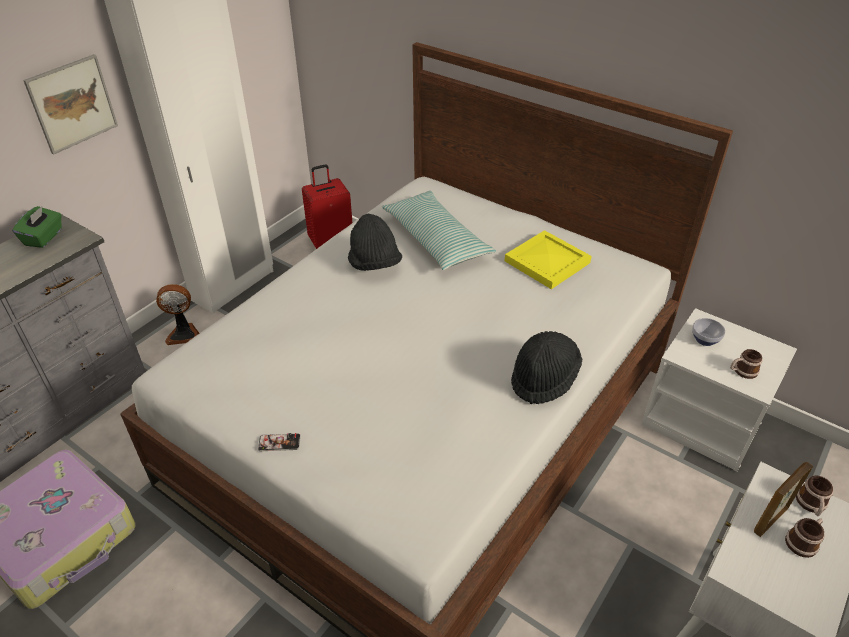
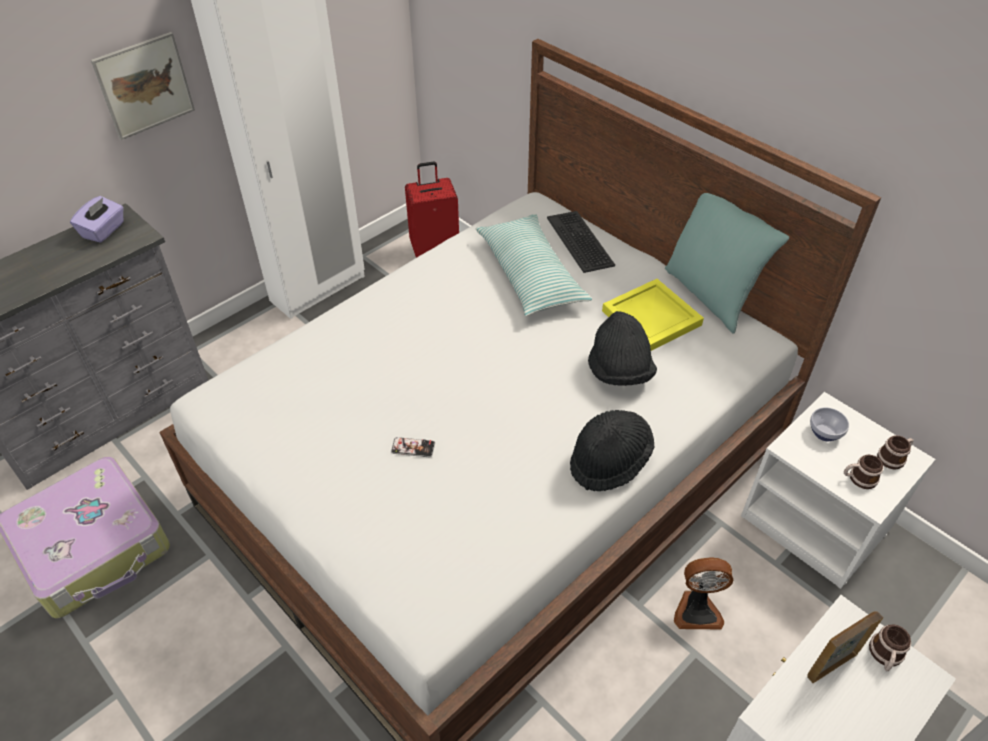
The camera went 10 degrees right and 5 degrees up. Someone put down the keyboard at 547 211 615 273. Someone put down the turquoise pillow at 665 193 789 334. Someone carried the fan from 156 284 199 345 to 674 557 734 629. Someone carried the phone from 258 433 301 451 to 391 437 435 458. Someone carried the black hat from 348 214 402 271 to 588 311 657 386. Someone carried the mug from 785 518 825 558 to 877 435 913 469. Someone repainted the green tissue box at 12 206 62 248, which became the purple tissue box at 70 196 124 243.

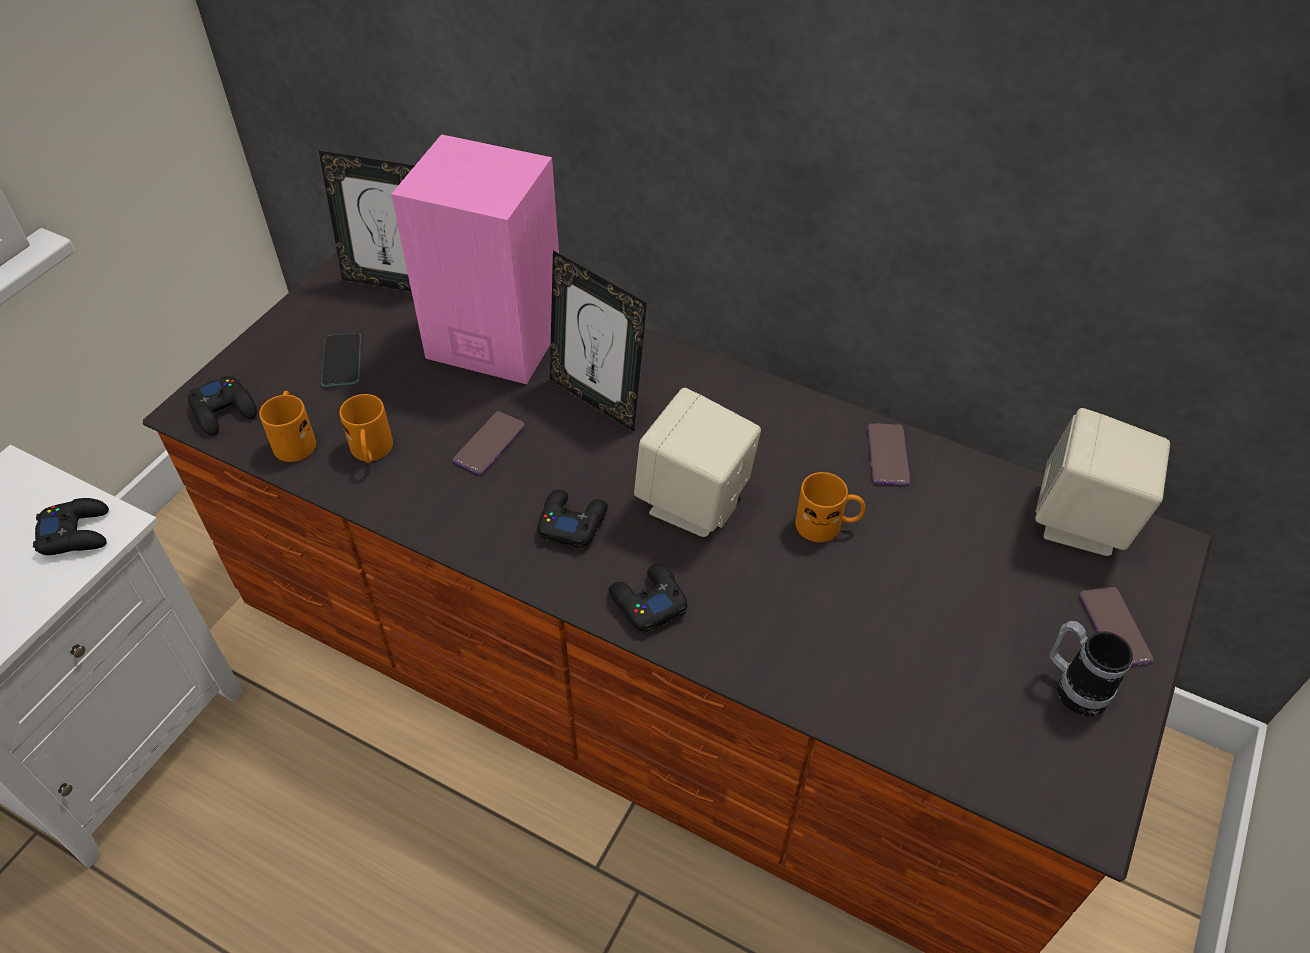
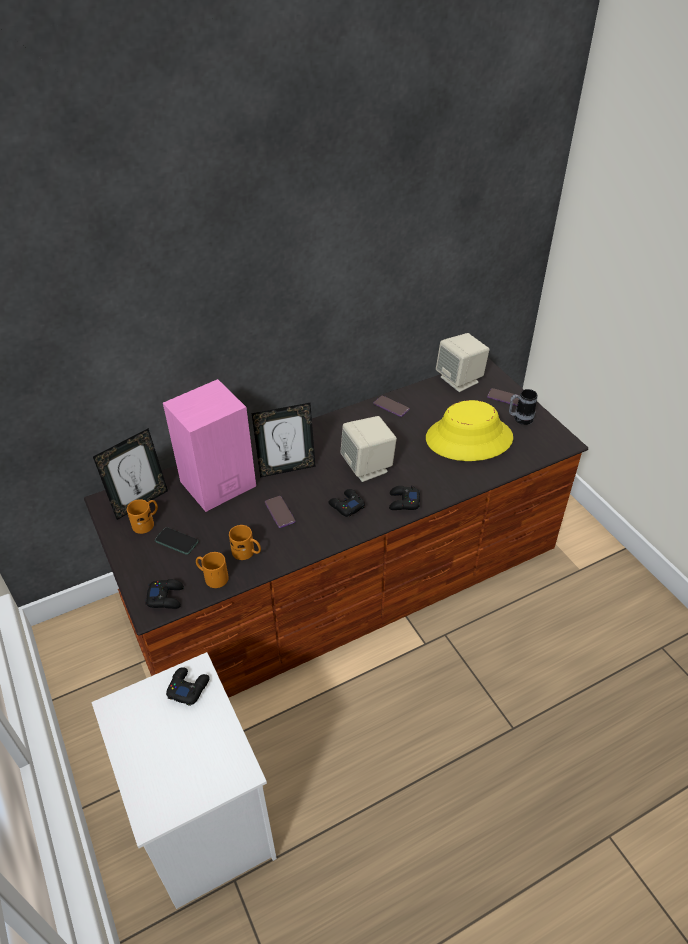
The camera went 55 degrees left and 5 degrees down. Someone put down the yellow hat at 426 400 513 461. Someone carried the orange mug from 795 472 866 542 to 127 499 158 534.

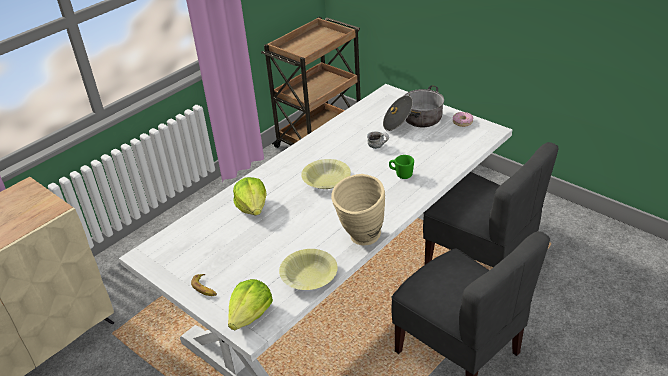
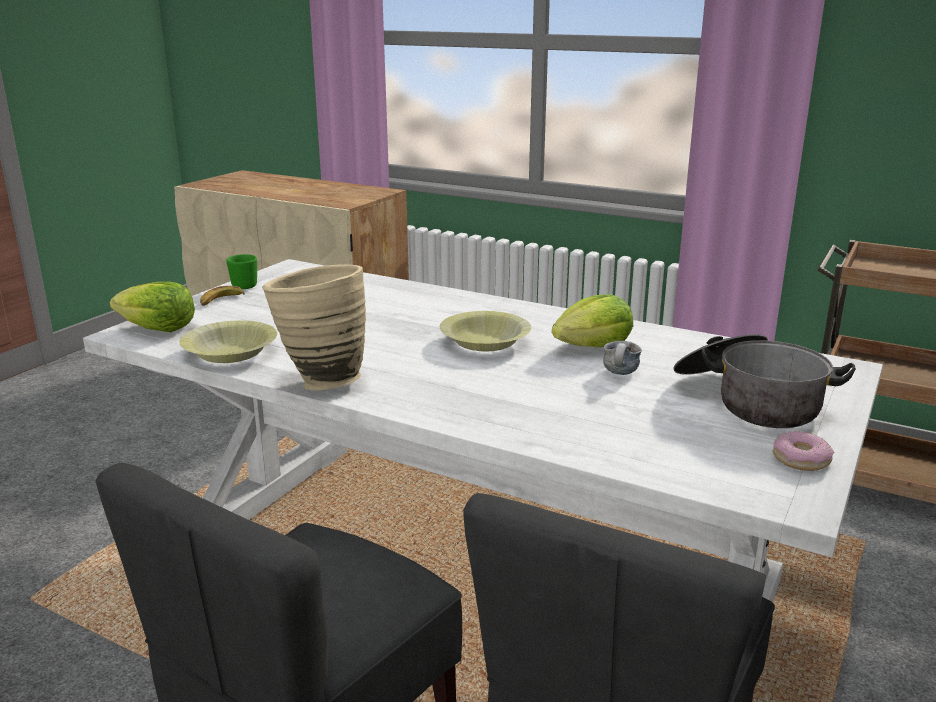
The camera went 75 degrees right and 15 degrees down. Someone carried the lettuce from 233 177 267 215 to 552 294 633 348. Someone carried the green mug from 389 155 414 179 to 226 254 257 289.

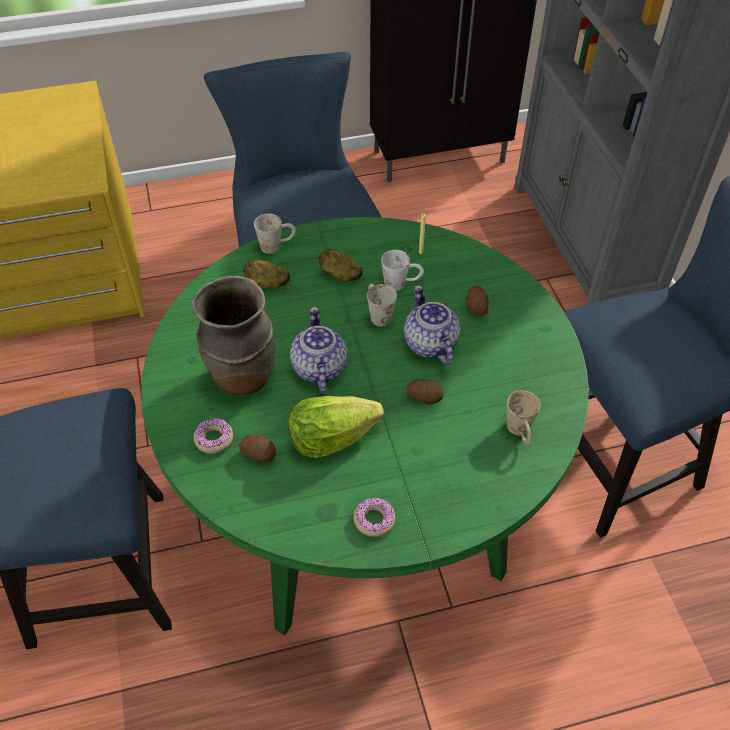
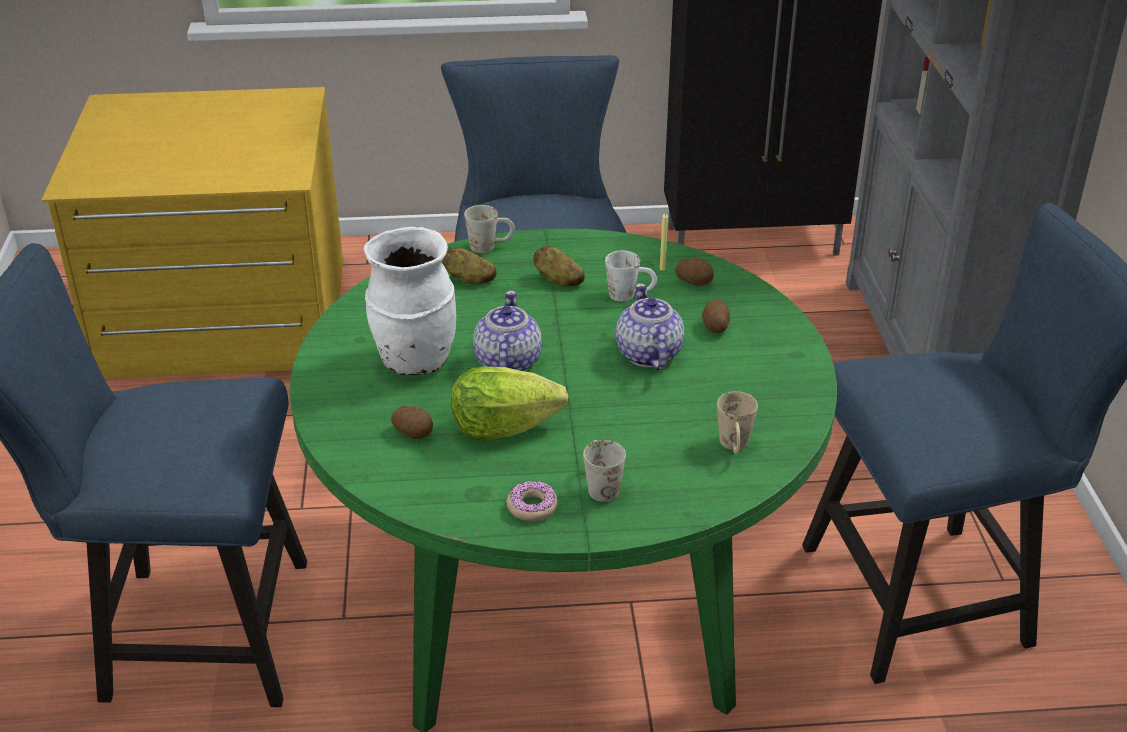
The camera went 10 degrees right and 15 degrees down. Someone took away the donut at 194 418 233 454. Someone carried the white mug from 367 284 397 327 to 583 440 626 502. Someone carried the potato from 407 379 443 405 to 675 258 714 286. Someone repainted the brown vase at 192 276 276 395, which became the white vase at 364 227 456 375.

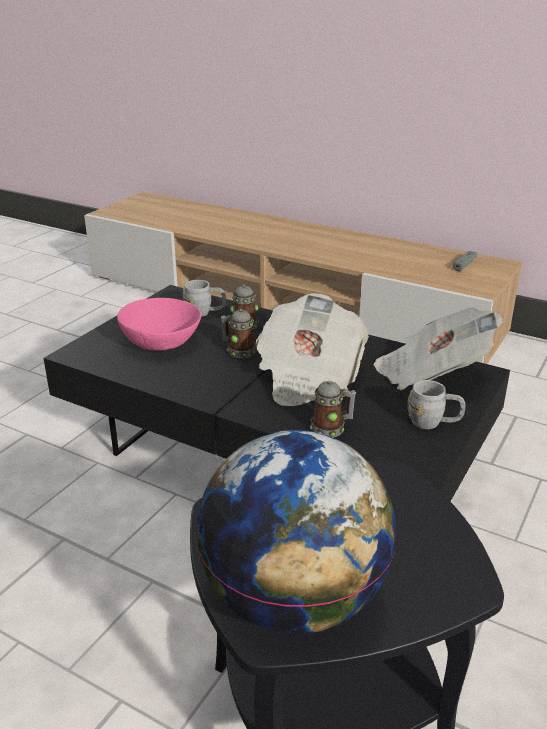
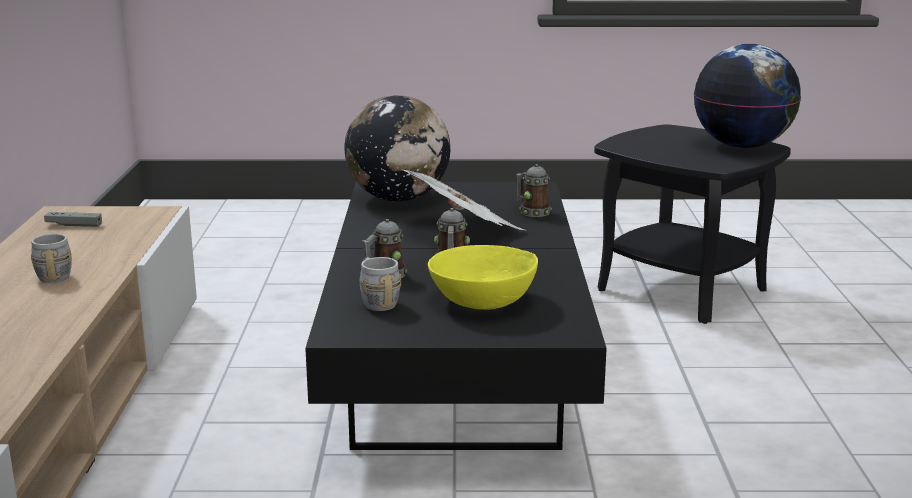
The camera went 120 degrees left and 10 degrees down. Someone carried the grey mug from 408 380 465 429 to 31 234 72 283. Someone swapped the newspaper at 374 307 503 390 for the globe at 345 95 450 201. Someone repainted the pink bowl at 117 298 201 351, which became the yellow bowl at 428 245 538 310.

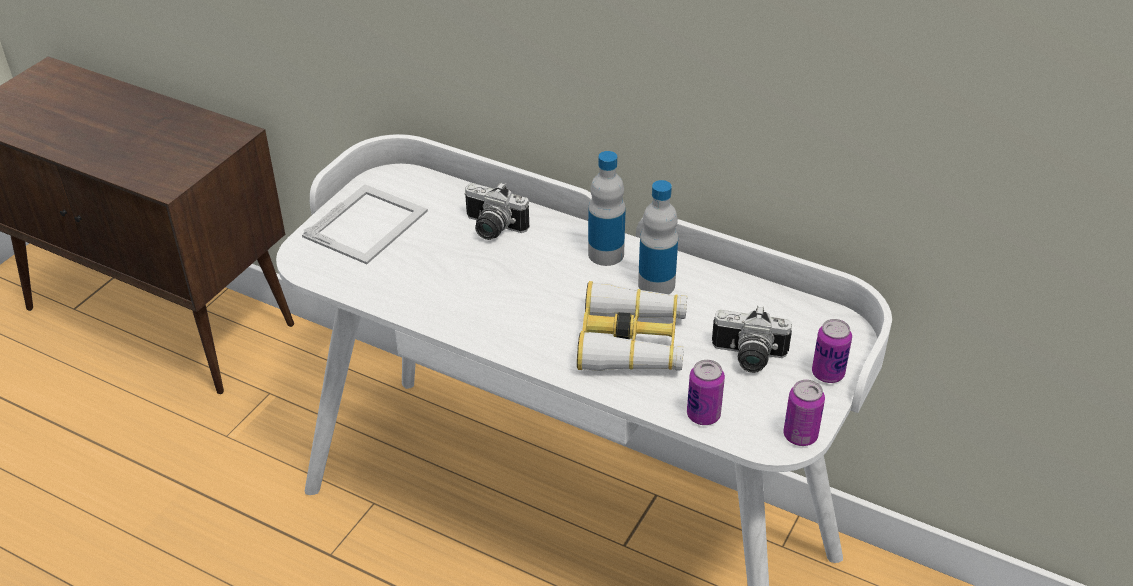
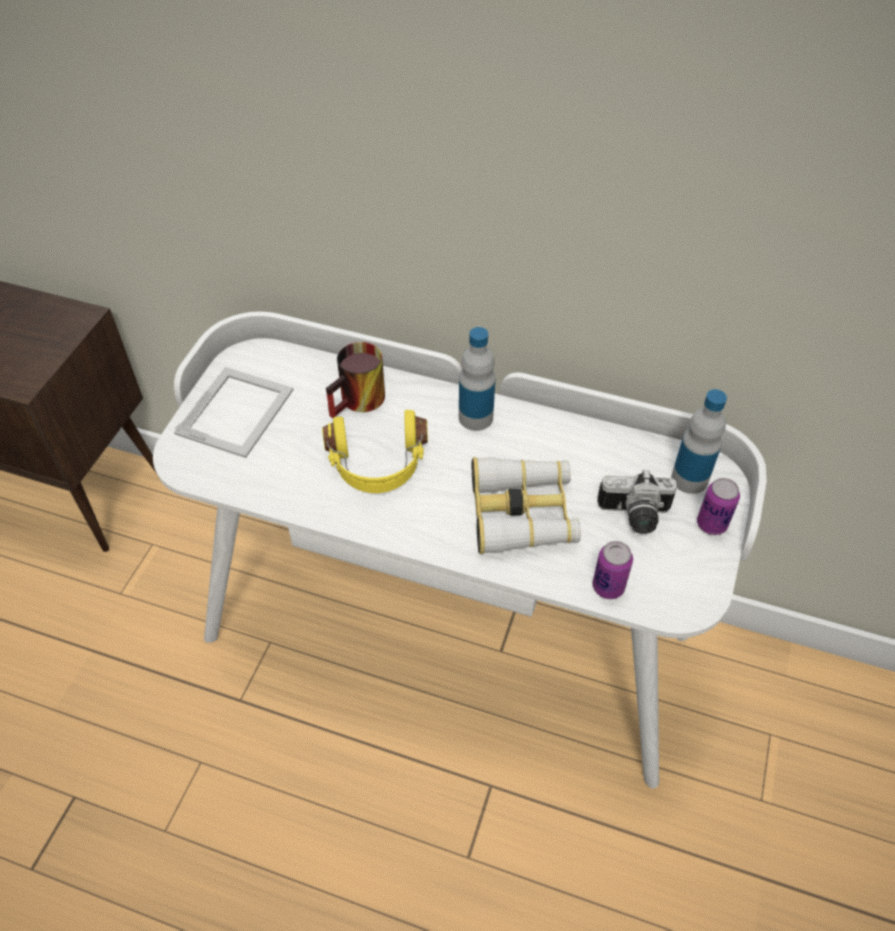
The camera went 10 degrees left and 10 degrees up. Someone took away the can at 783 380 825 446. Someone put down the yellow headphones at 322 410 428 493. Someone carried the bottle from 638 180 678 294 to 671 389 727 494. Someone swapped the photo camera at 465 182 529 240 for the mug at 326 342 385 418.

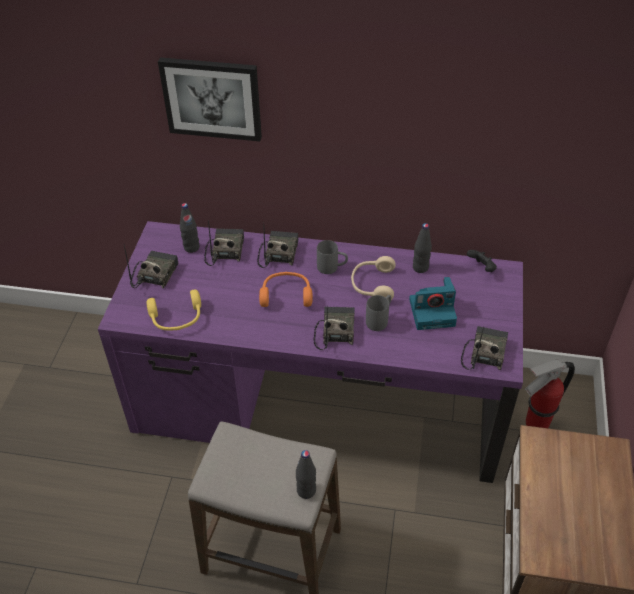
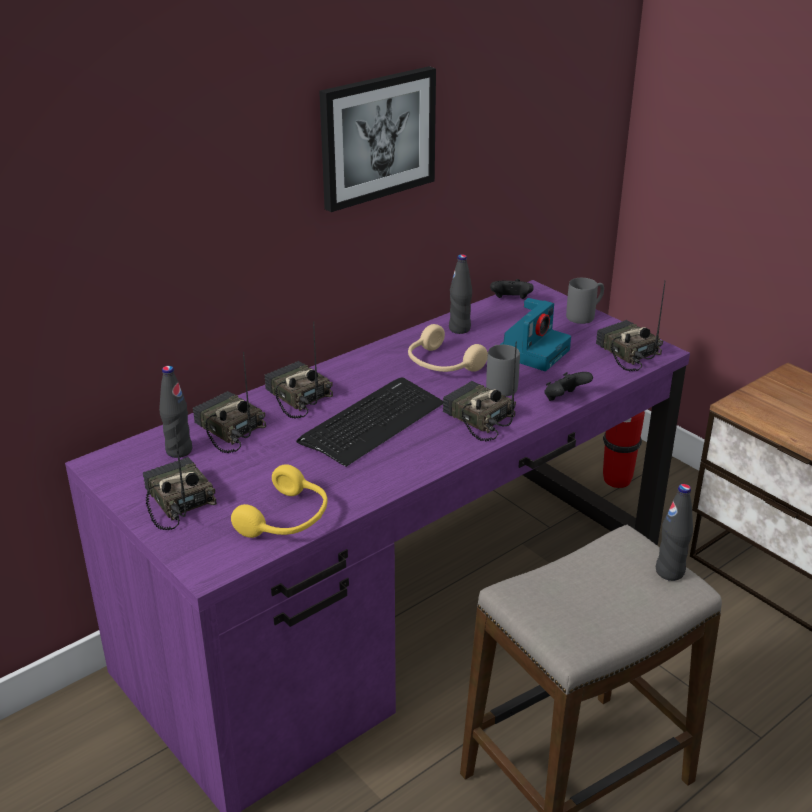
The camera went 50 degrees left and 15 degrees down. Someone put down the black game controller at 544 372 593 401. Someone carried the picture from 158 57 262 141 to 319 66 436 212. Someone carried the grey mug from 317 240 348 274 to 566 278 604 324. Someone swapped the orange headphones at 259 272 313 307 for the keyboard at 296 377 443 467.

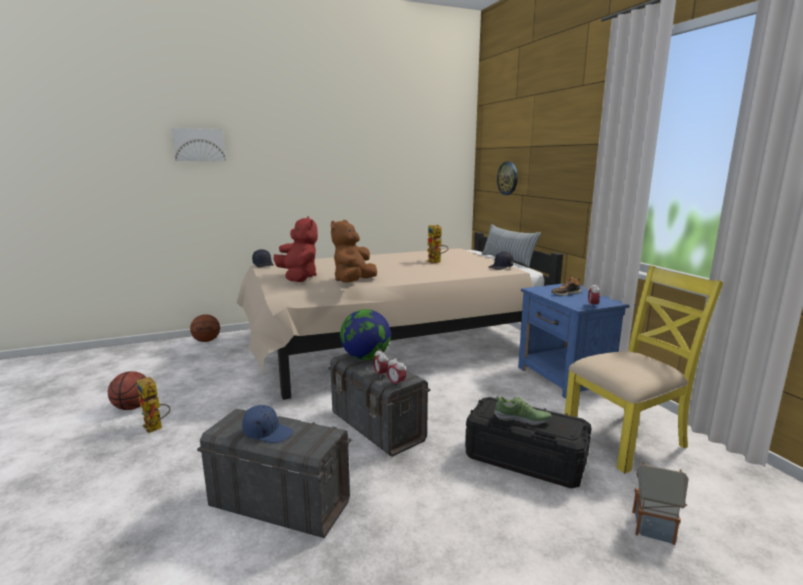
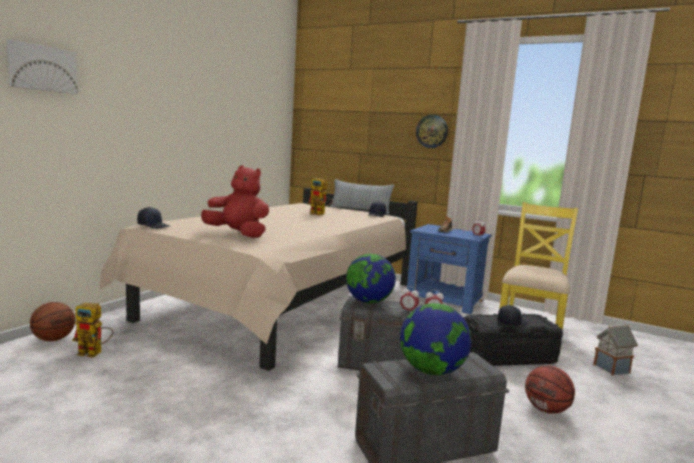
The camera went 40 degrees left and 5 degrees down. Someone took away the brown plush toy at 331 220 377 283. Someone carried the basketball from 108 371 147 410 to 525 365 575 414. Someone carried the toy robot from 137 377 170 433 to 72 303 114 357. Someone carried the wall clock from 497 161 518 195 to 416 115 448 148. Someone swapped the blue cap at 242 405 293 443 for the globe at 400 303 472 375. Someone swapped the shoe at 495 396 552 425 for the black cap at 497 305 528 326.

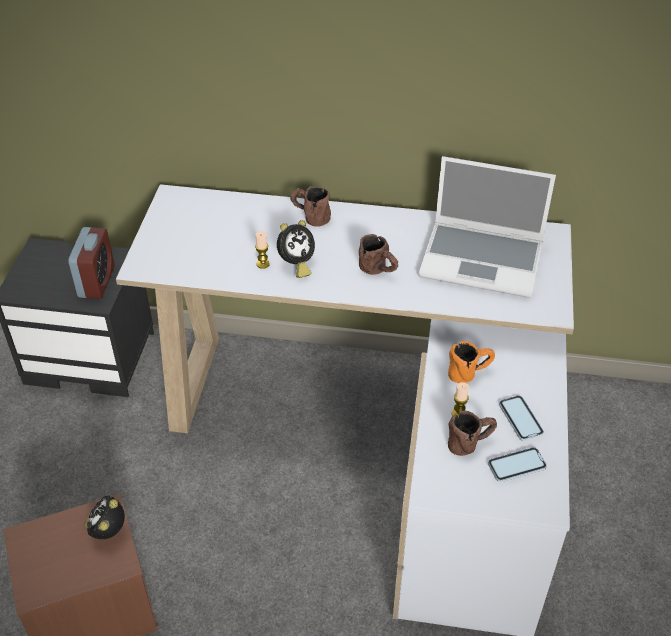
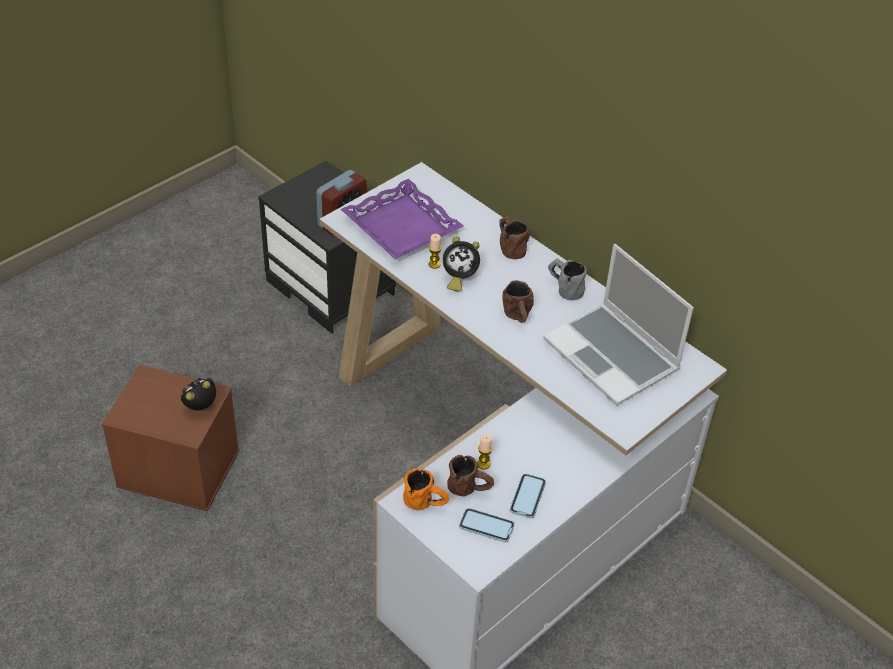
The camera went 35 degrees right and 0 degrees up. Someone put down the purple tray at 341 179 463 259. Someone put down the grey mug at 548 258 587 301. Someone carried the orange mug from 448 341 495 383 to 403 468 449 510.

